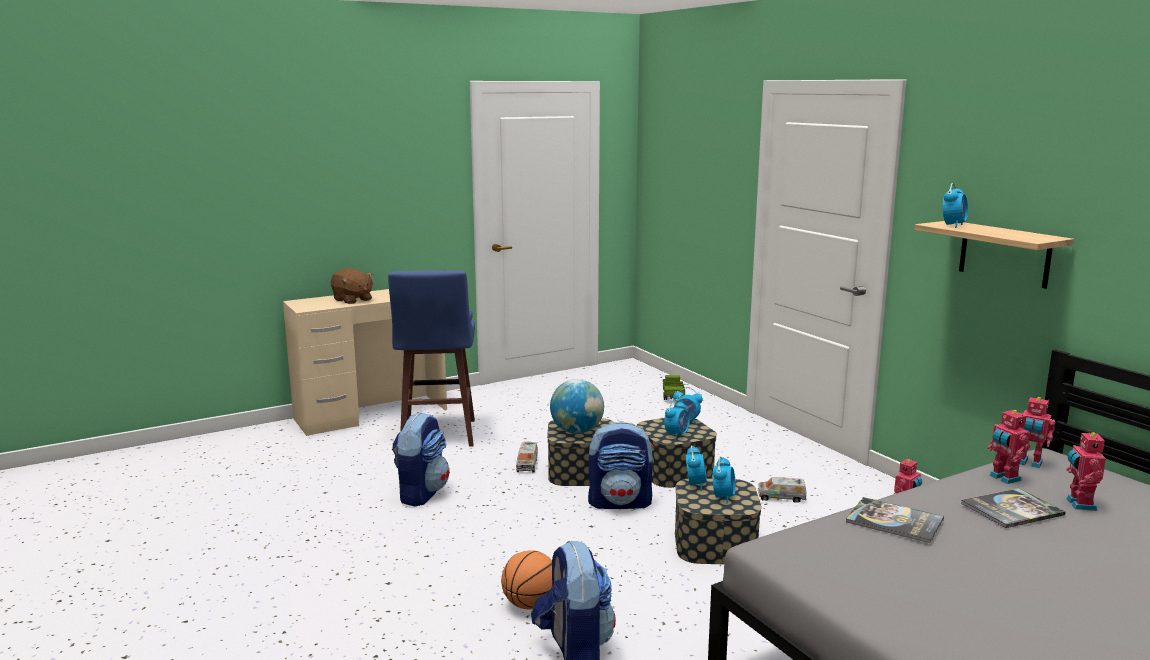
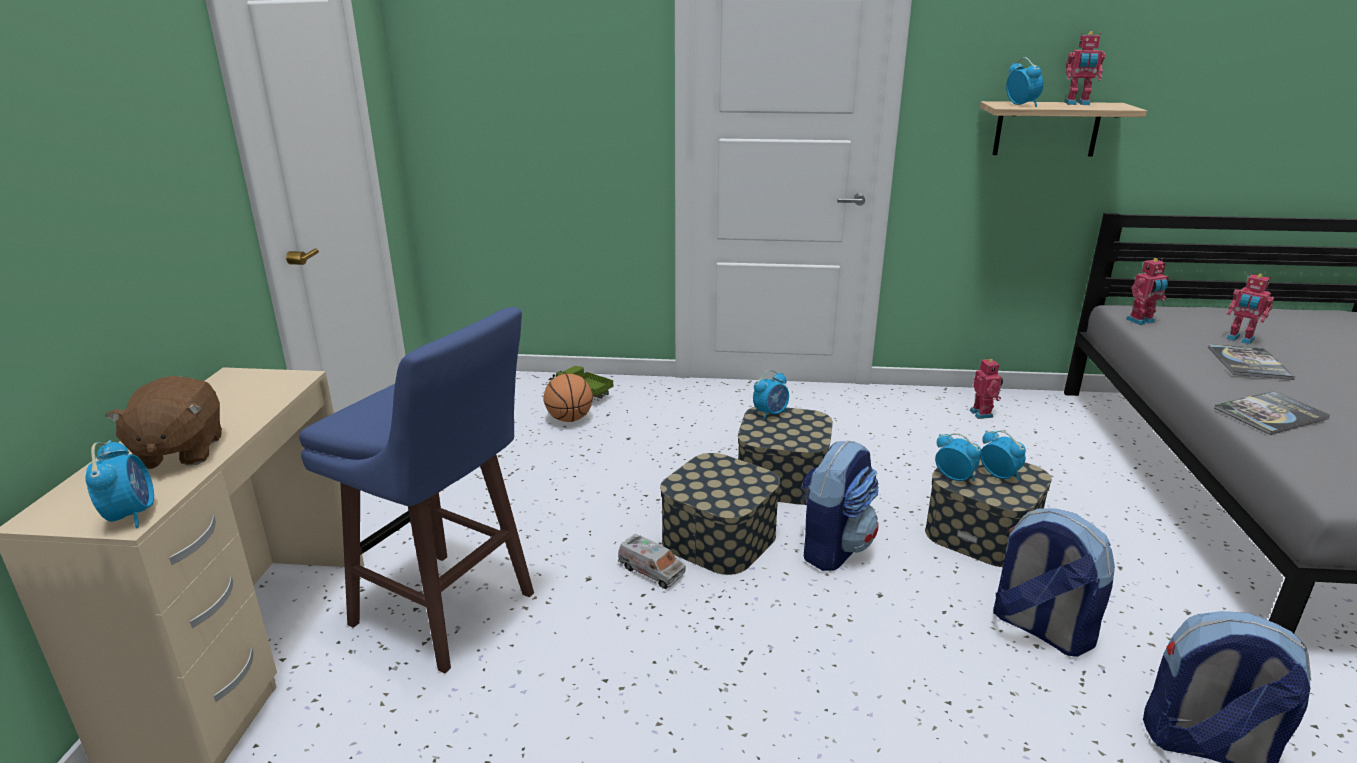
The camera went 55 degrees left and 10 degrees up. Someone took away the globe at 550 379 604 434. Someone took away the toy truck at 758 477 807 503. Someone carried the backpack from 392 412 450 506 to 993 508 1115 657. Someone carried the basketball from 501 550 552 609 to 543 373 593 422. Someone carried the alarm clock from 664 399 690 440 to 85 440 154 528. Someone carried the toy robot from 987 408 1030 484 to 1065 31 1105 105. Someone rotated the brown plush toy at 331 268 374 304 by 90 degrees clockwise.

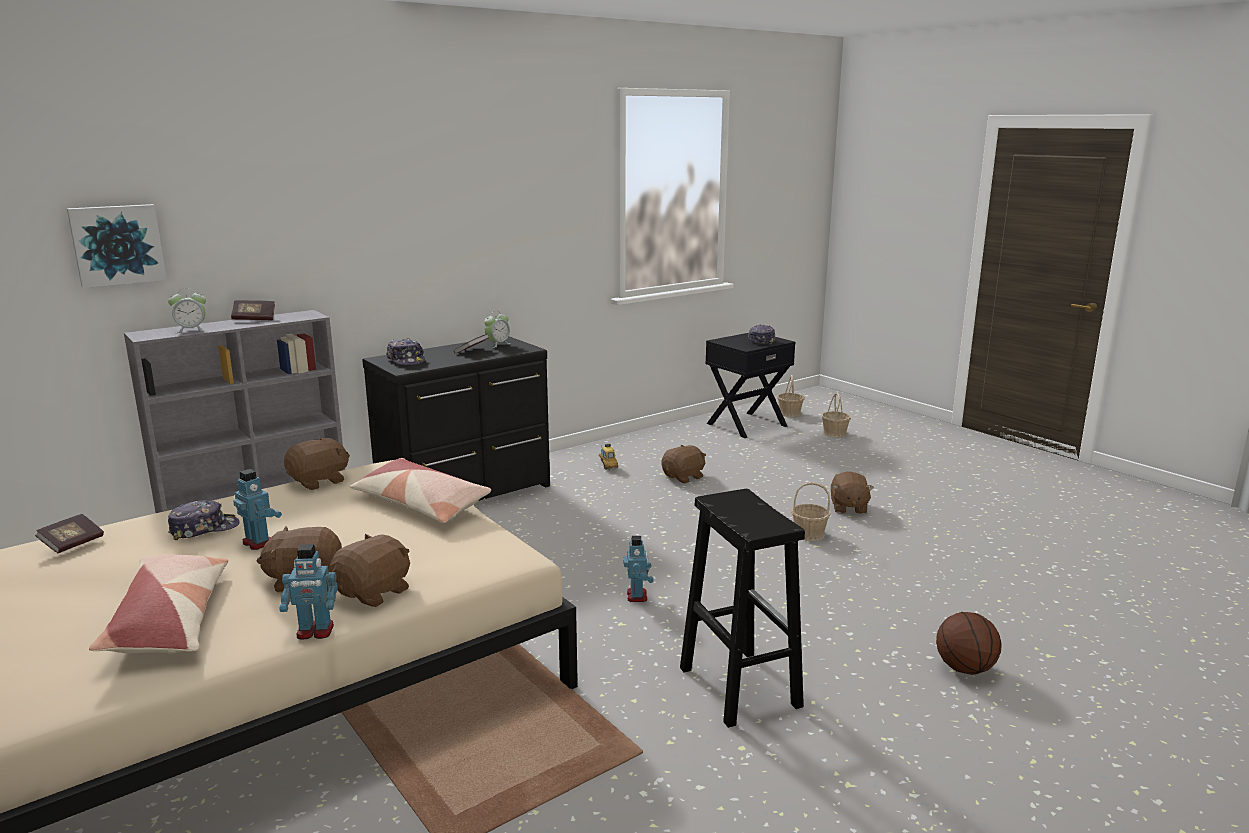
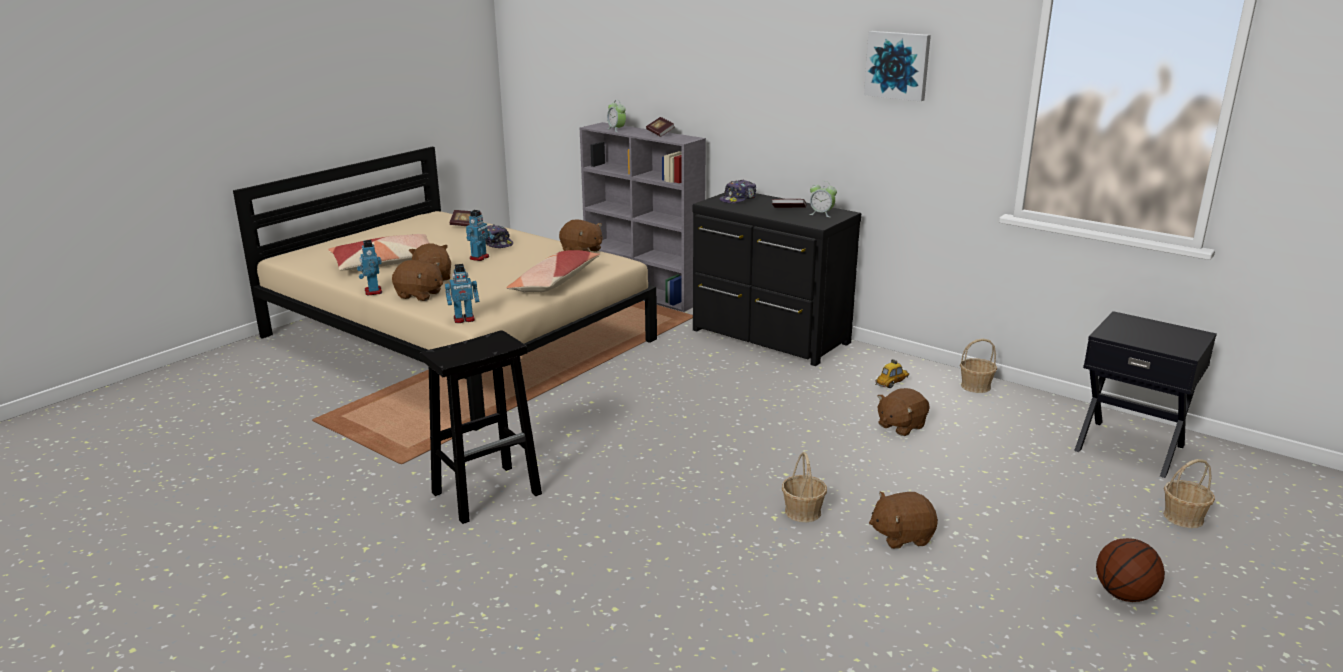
The camera went 75 degrees right and 5 degrees up. Someone took away the cap at 748 325 775 345. Someone carried the picture from 67 204 167 288 to 864 31 931 102. Someone carried the toy robot from 623 536 654 602 to 445 264 479 323. Someone carried the basket from 777 375 805 417 to 960 338 997 393. Someone carried the basketball from 936 612 1002 675 to 1096 538 1165 602. Someone rotated the brown plush toy at 661 444 706 483 by 105 degrees clockwise.

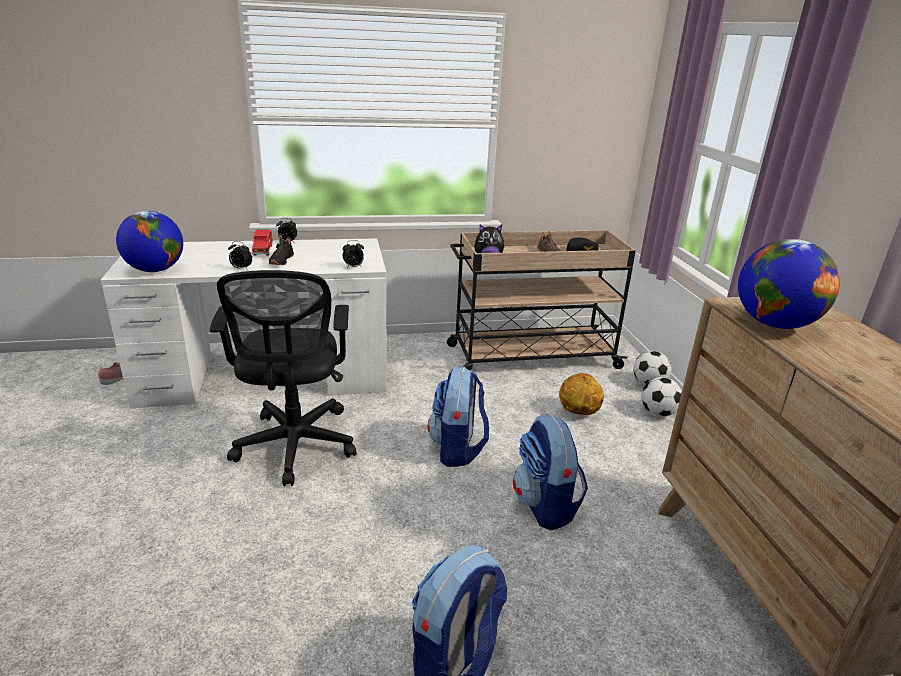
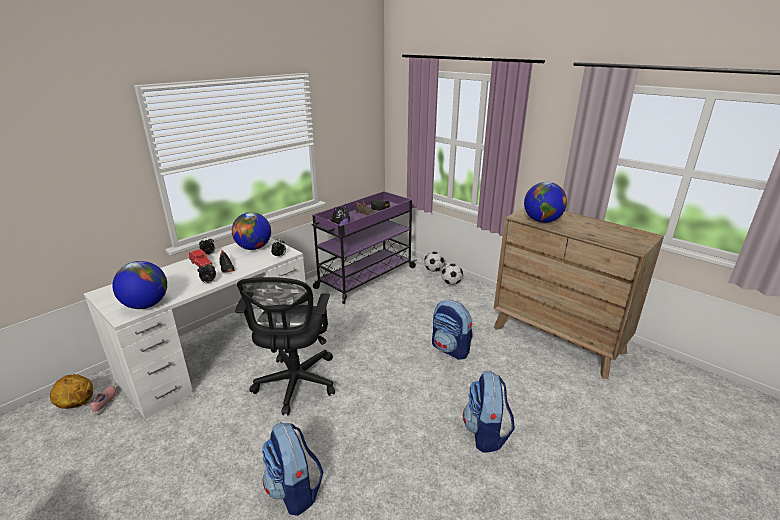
The camera went 35 degrees left and 0 degrees up. Someone put down the globe at 232 212 271 250. Someone carried the backpack from 427 366 489 467 to 262 422 323 516. Someone carried the basketball from 559 373 604 415 to 50 374 93 409. Someone repainted the beige cart at 447 230 636 371, which became the purple cart at 312 191 417 304. Someone rotated the black office chair at 210 270 357 486 by 45 degrees clockwise.

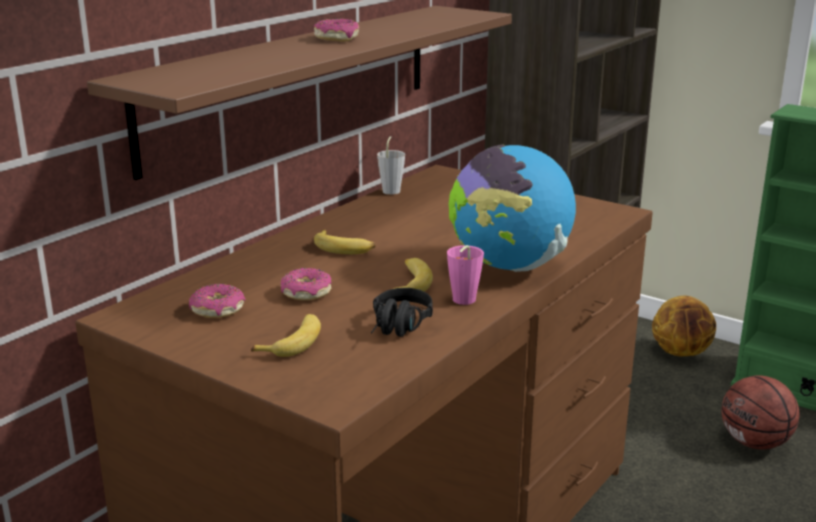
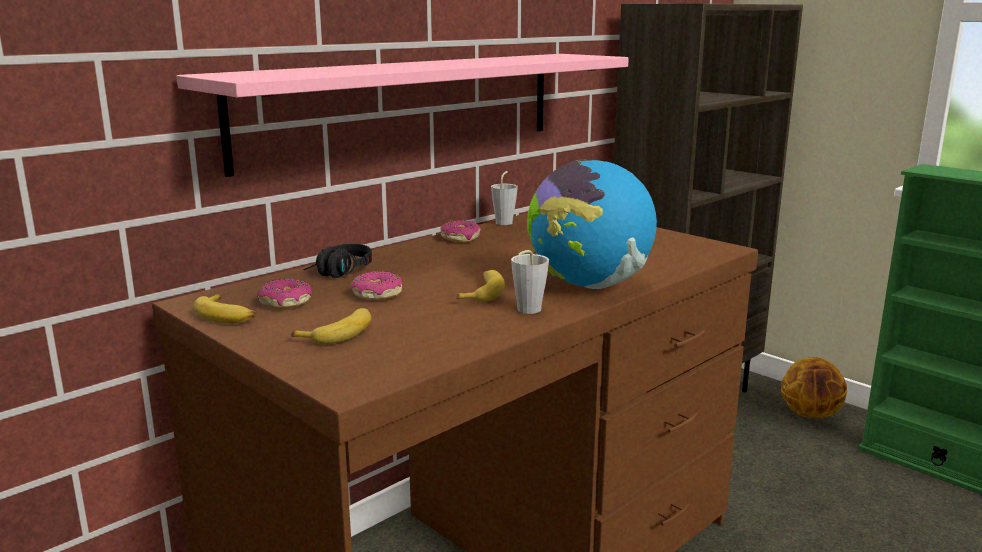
The camera went 10 degrees right and 5 degrees down. Someone took away the basketball at 721 375 799 449. Someone carried the donut from 314 18 359 42 to 440 220 480 243. Someone carried the banana from 314 229 375 254 to 194 294 256 324. Someone carried the black headphones from 371 288 433 337 to 303 244 372 278. Someone repainted the brown shelf at 87 6 512 180, which became the pink shelf at 177 54 629 177. Someone repainted the pink cup at 447 245 484 305, which became the grey cup at 511 250 549 314.

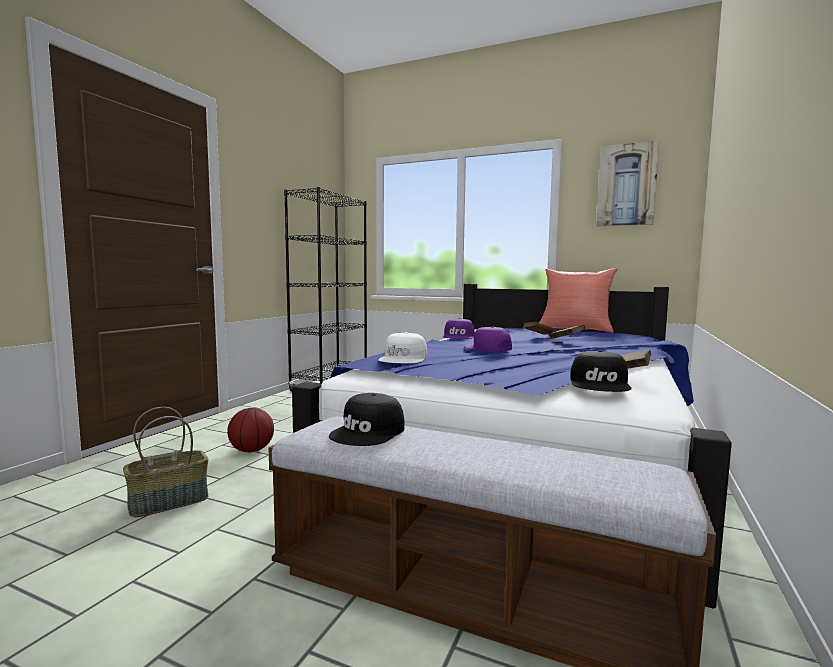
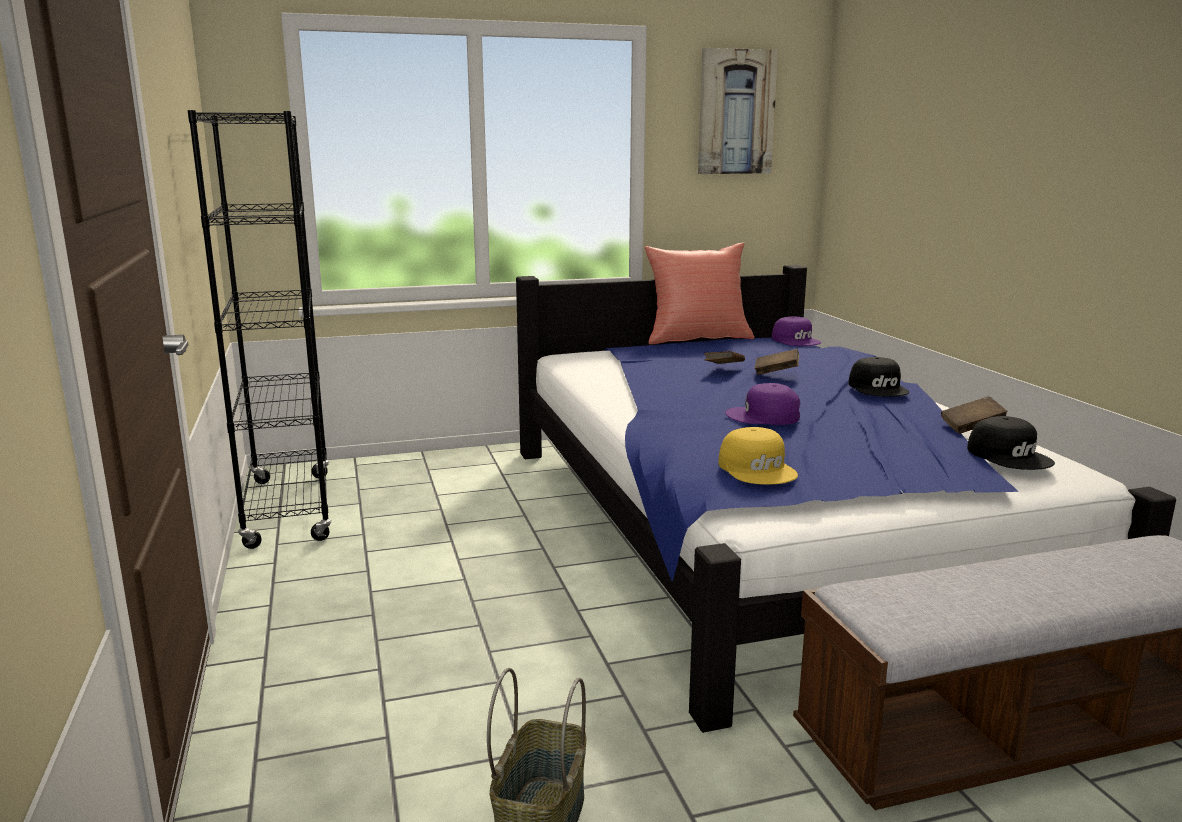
The camera went 40 degrees left and 10 degrees up. Someone took away the basketball at 227 408 274 452. Someone carried the black cap from 329 393 405 446 to 849 357 909 397. Someone carried the purple cap from 443 318 475 339 to 772 316 821 346. Someone repainted the white cap at 378 332 427 363, which became the yellow cap at 718 427 798 485.

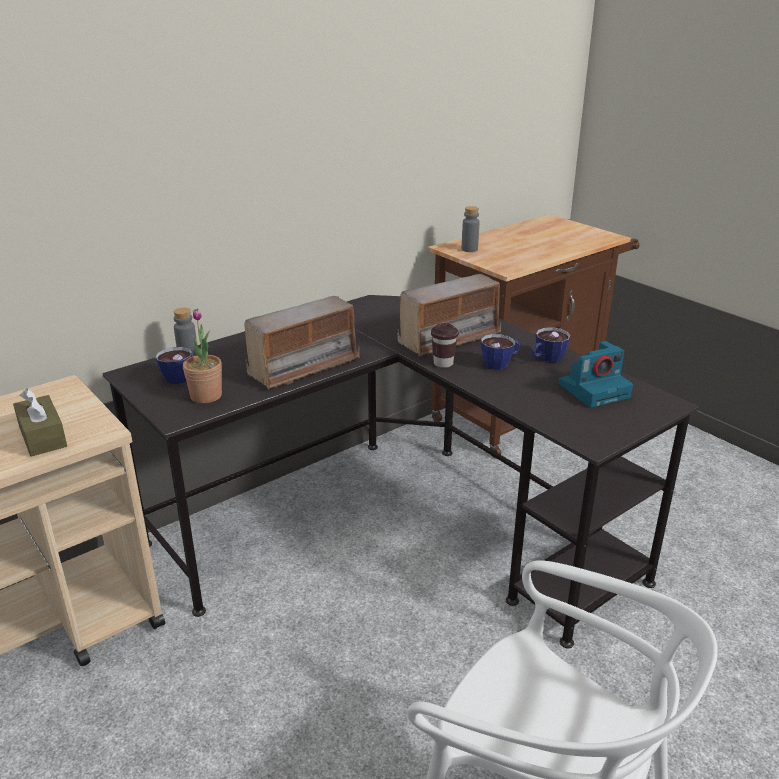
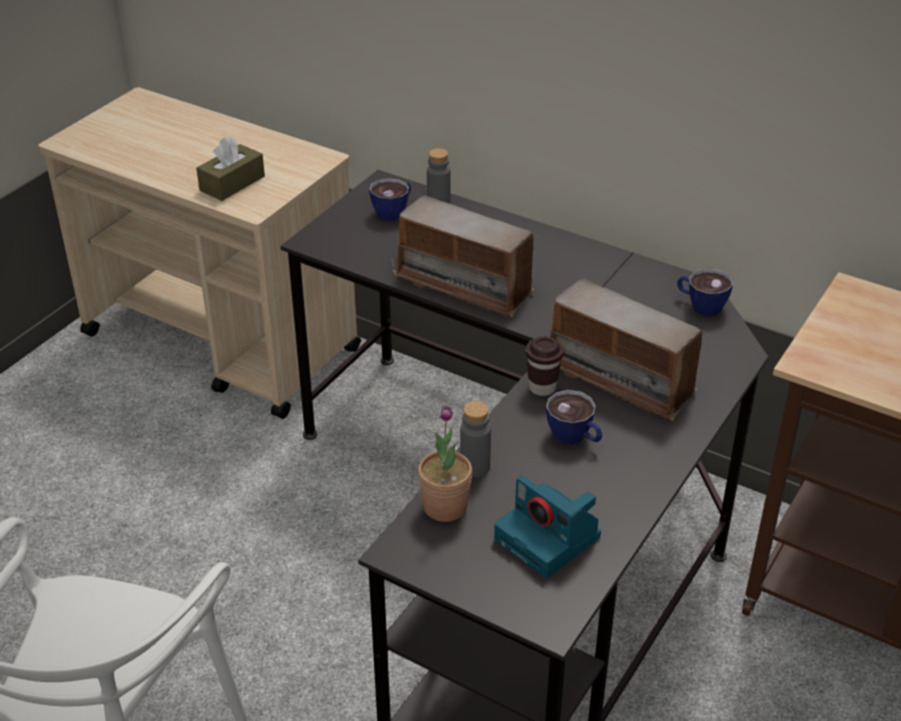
The camera went 70 degrees right and 10 degrees up. Someone carried the potted plant from 183 309 222 403 to 418 405 472 522. Someone carried the grey bottle from 462 206 480 252 to 460 401 491 477. Someone carried the cup from 532 327 570 362 to 677 269 733 316.

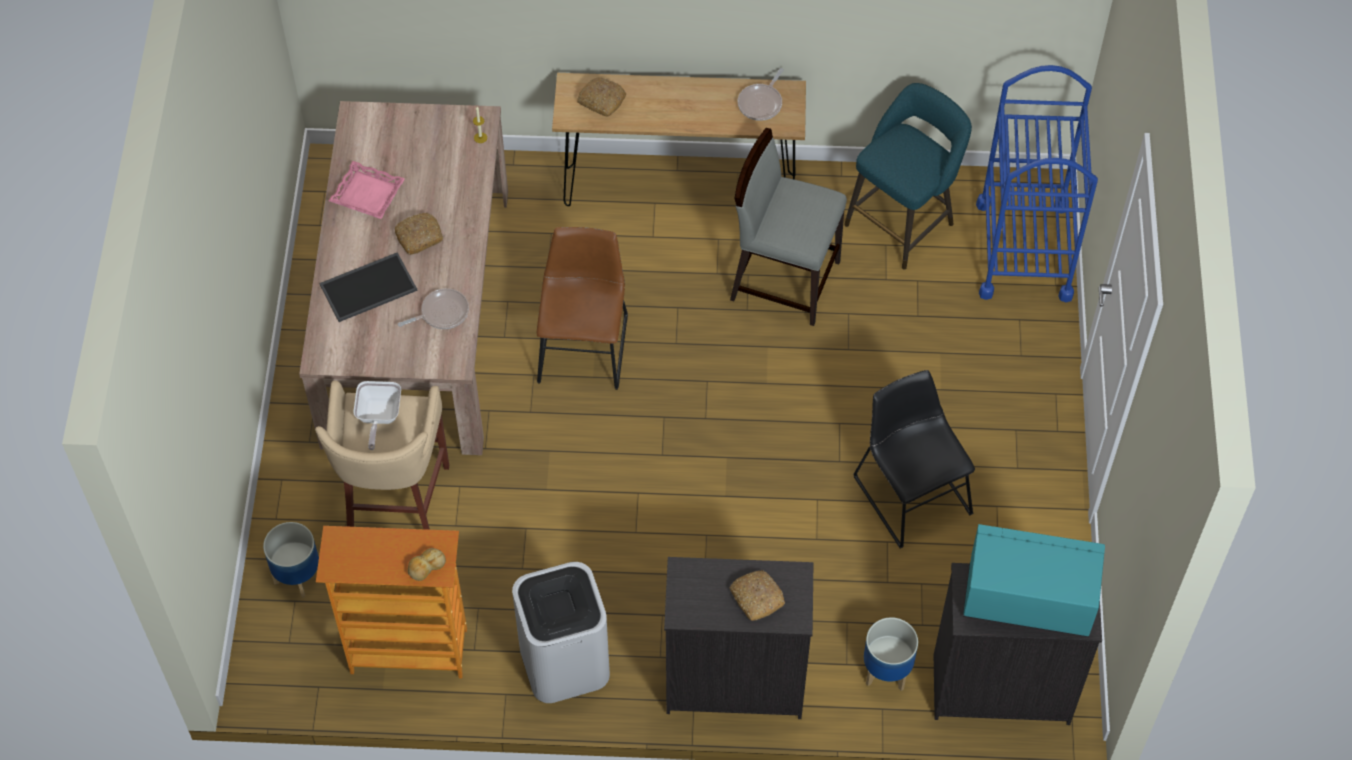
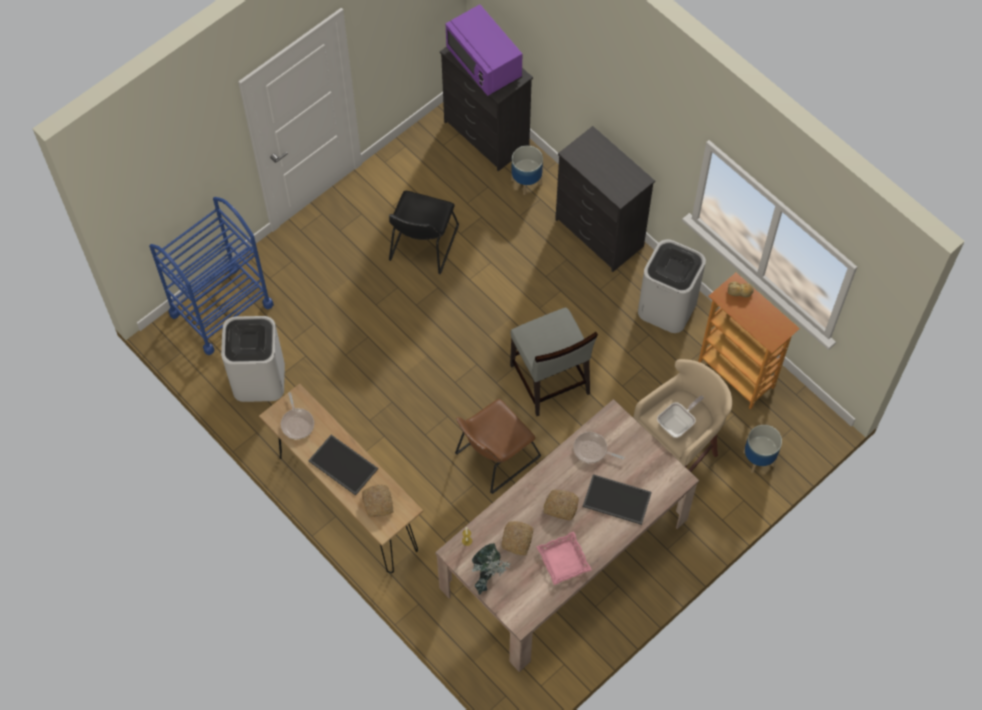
The camera went 135 degrees left and 5 degrees up. Someone put down the tray at 308 435 378 496. Someone put down the potted plant at 471 543 511 595. Someone carried the grey chair from 730 128 847 326 to 510 307 598 416. Someone carried the bread from 730 570 785 621 to 502 521 533 555. Someone swapped the turquoise stool at 844 83 972 270 for the white trash can at 221 316 285 402. Someone repainted the turquoise microwave at 963 524 1105 637, which became the purple microwave at 446 4 522 96. Someone rotated the frying pan at 737 68 784 121 by 90 degrees clockwise.

